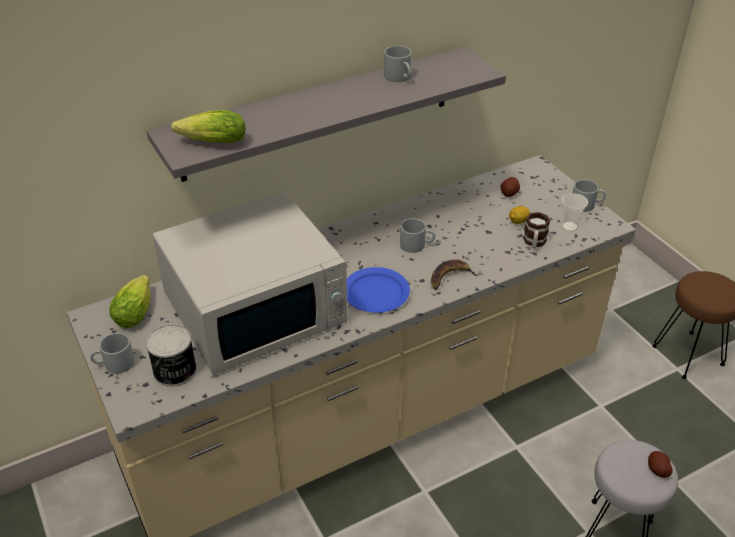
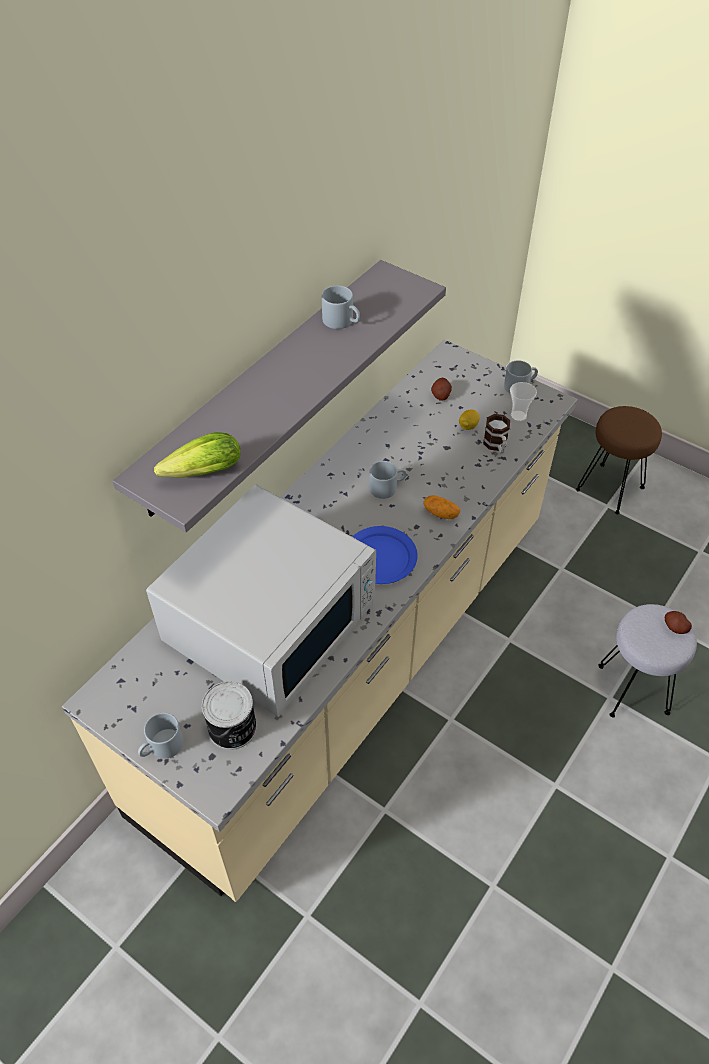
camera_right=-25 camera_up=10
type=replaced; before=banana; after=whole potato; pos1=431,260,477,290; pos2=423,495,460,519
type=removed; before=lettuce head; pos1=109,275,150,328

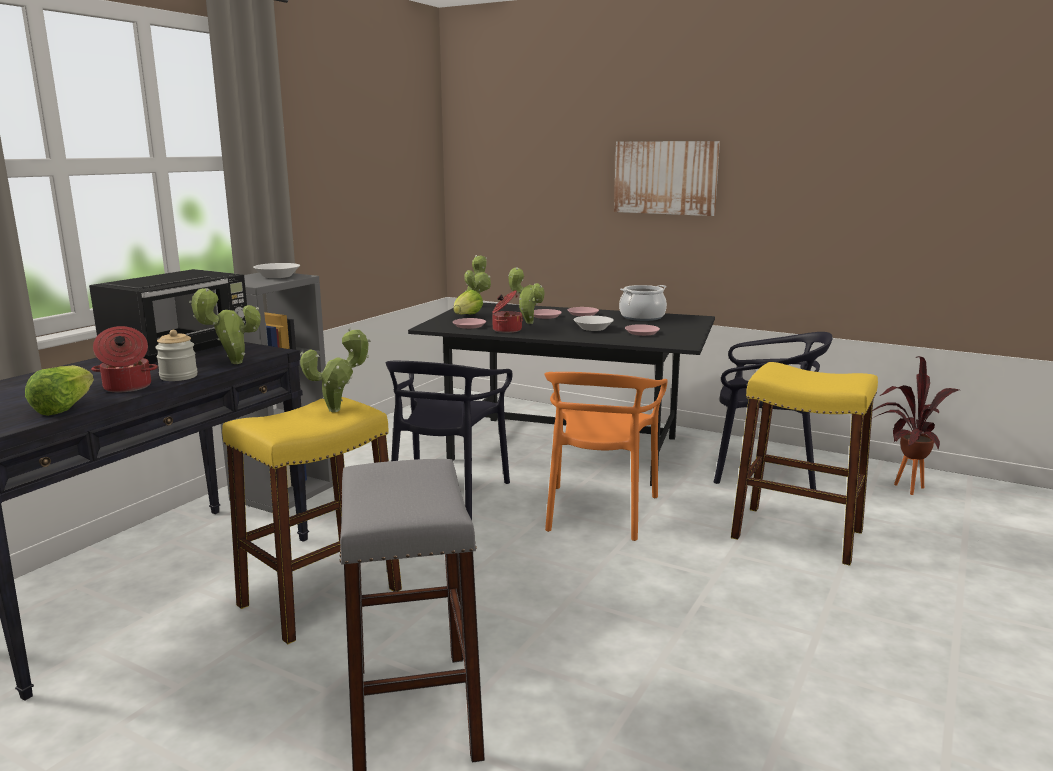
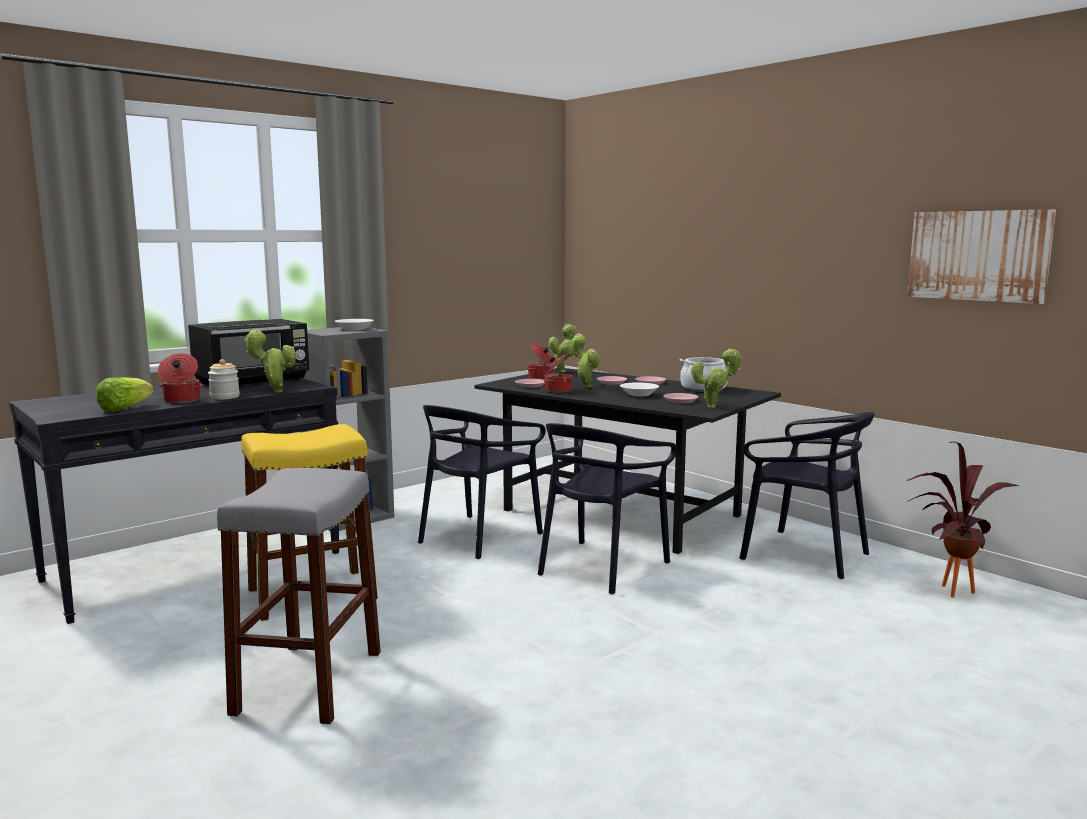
camera_right=20 camera_up=-5
type=replaced; before=lettuce head; after=cooking pot; pos1=453,289,483,314; pos2=526,344,553,380
type=recoloured; before=orange-coloured chair; after=blackish chair; pos1=544,372,668,541; pos2=538,423,677,594
type=moved; before=plant in a pot; pos1=300,328,371,412; pos2=691,348,743,408
type=moved; before=picture; pos1=614,141,720,216; pos2=907,209,1056,304
type=removed; before=yellowish stool seat; pos1=731,362,878,566

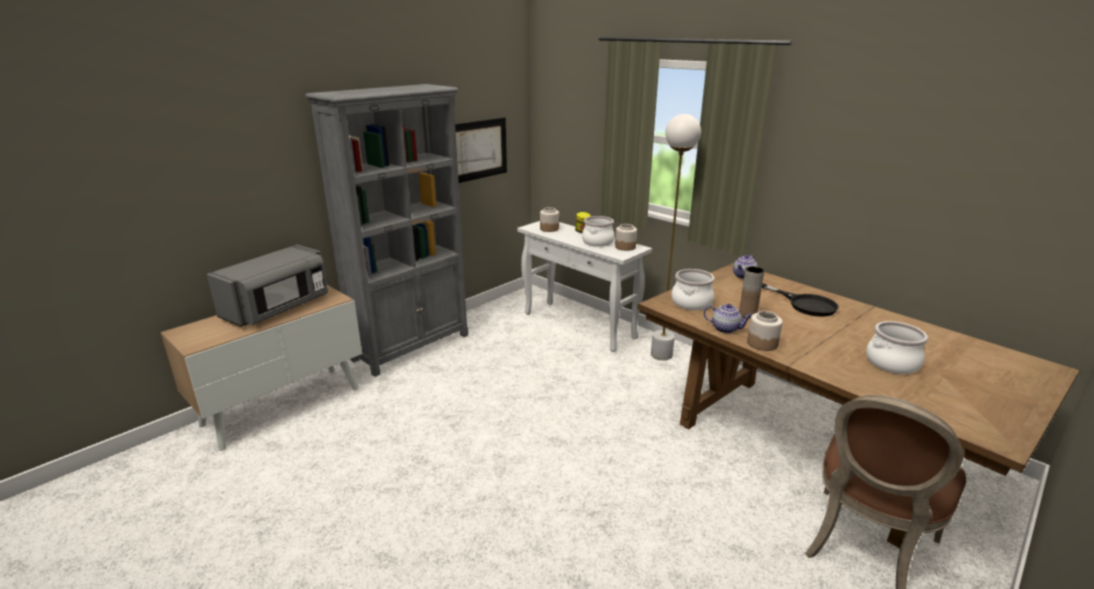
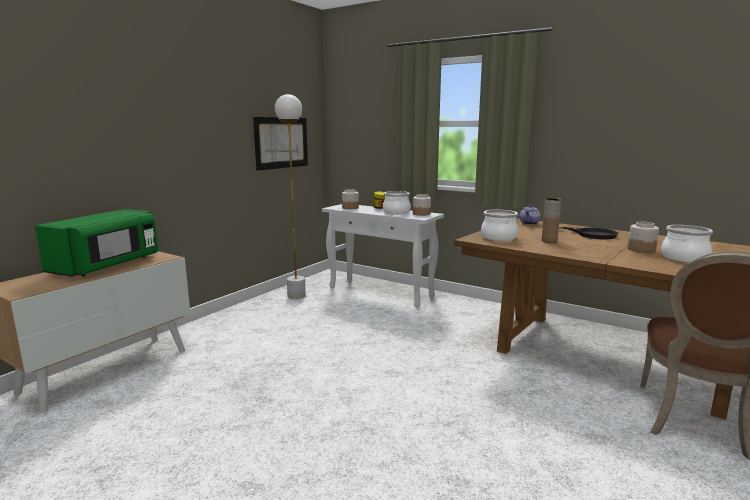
camera_right=-10 camera_up=-10
type=recoloured; before=gray microwave oven; after=green-coloured microwave oven; pos1=207,244,328,327; pos2=35,209,158,277
type=moved; before=whitish standard lamp; pos1=651,114,701,361; pos2=275,94,306,299
type=moved; before=jar; pos1=747,311,783,351; pos2=628,222,659,253
type=removed; before=gray shelving unit; pos1=305,84,468,377
type=removed; before=pot for tea; pos1=704,304,752,333

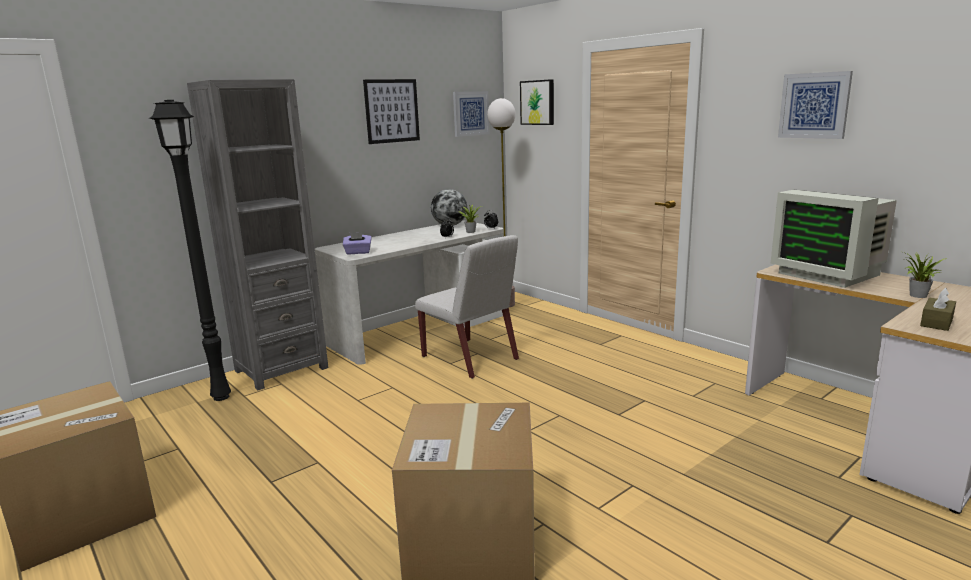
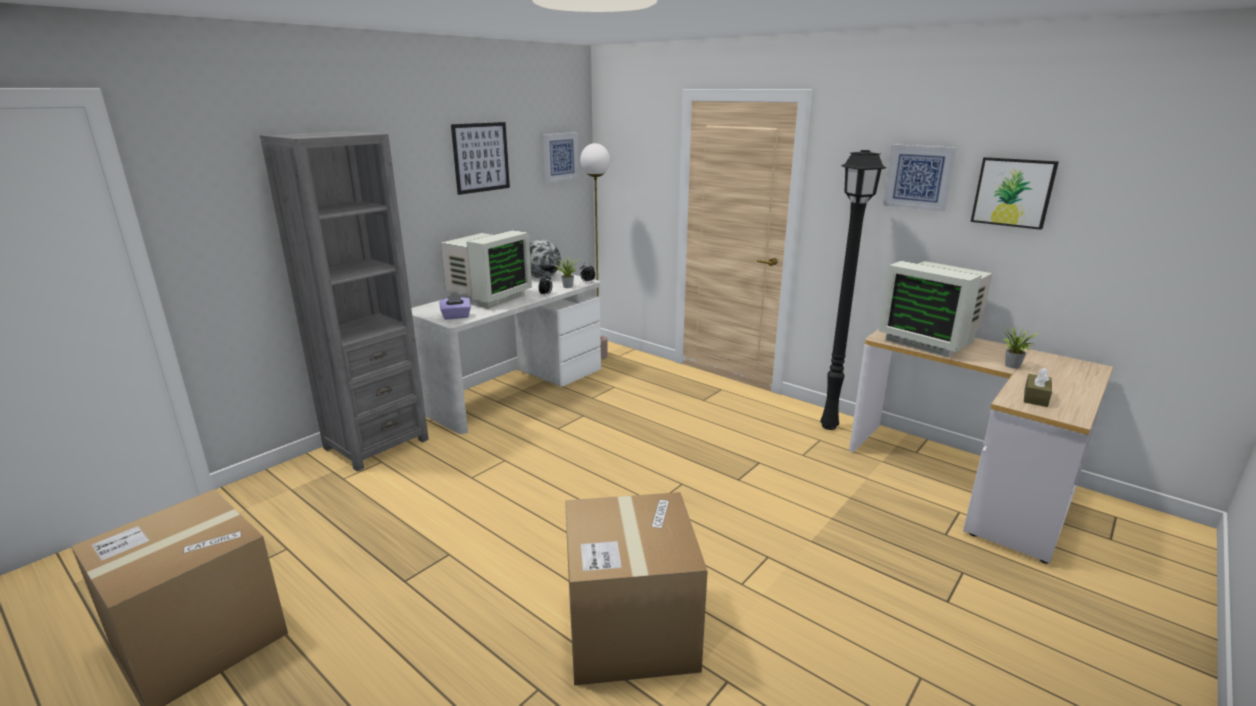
camera_right=-10 camera_up=5
type=added; after=monitor; pos2=441,230,532,309
type=moved; before=blackish standard lamp; pos1=149,100,231,401; pos2=820,150,886,430
type=moved; before=picture; pos1=520,79,554,125; pos2=971,157,1059,230
type=removed; before=whitish chair; pos1=415,235,519,379

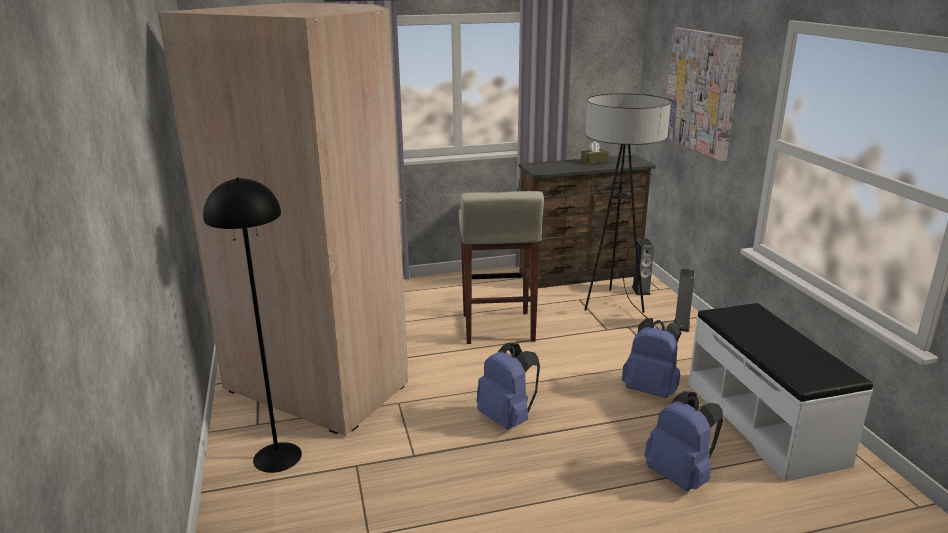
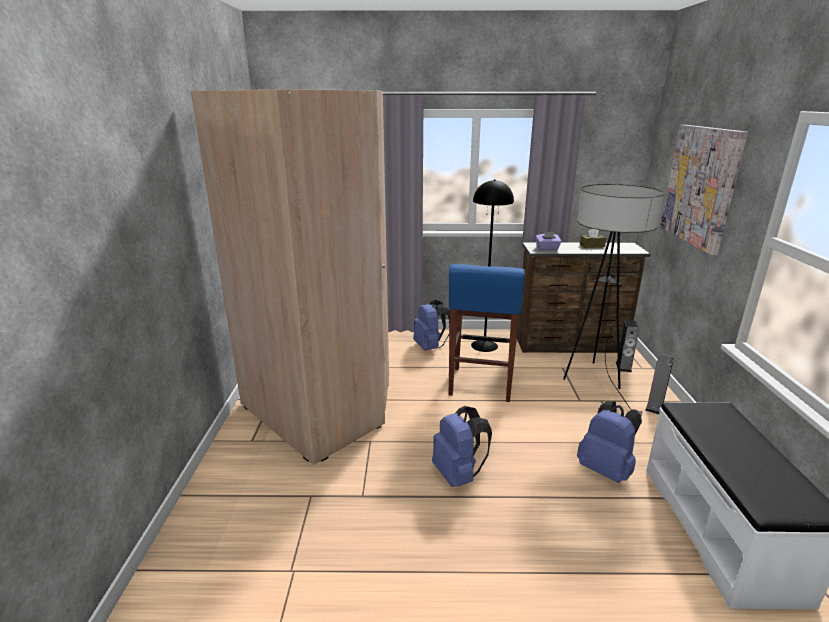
camera_right=15 camera_up=0
type=moved; before=bluish knapsack; pos1=645,391,723,491; pos2=413,300,450,350
type=recoloured; before=beige stool seat; after=bluish stool seat; pos1=459,191,544,344; pos2=449,264,525,402
type=moved; before=blackish standard lamp; pos1=203,178,302,473; pos2=471,179,514,352
type=added; after=purplish tissue holder; pos2=535,232,562,250

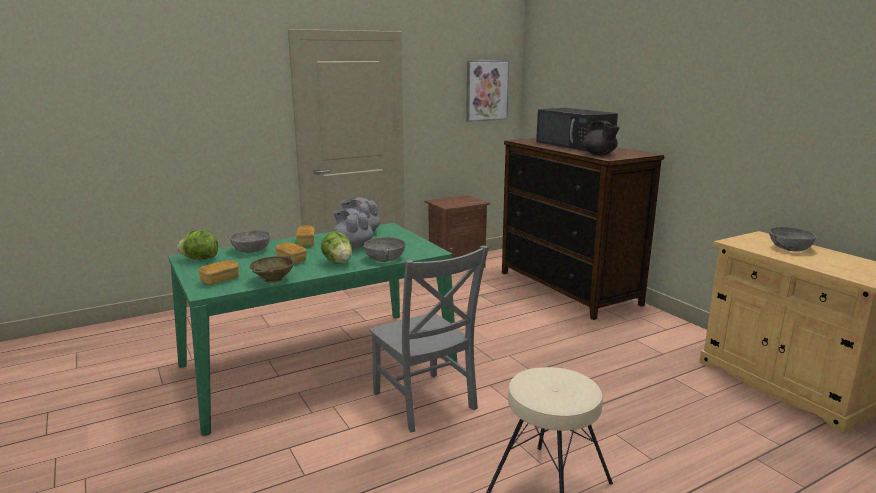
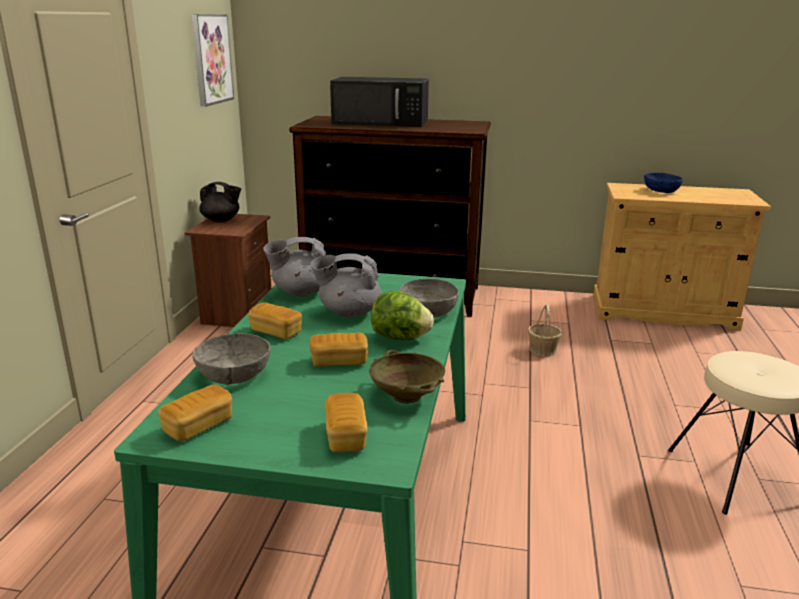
camera_right=-50 camera_up=5
type=replaced; before=lettuce head; after=bakery bread; pos1=177,230,218,260; pos2=158,385,232,441
type=moved; before=blackish pot for tea; pos1=582,121,620,156; pos2=199,182,241,222
type=added; after=household basket; pos2=528,304,562,356
type=recoloured; before=gray bowl; after=bluish bowl; pos1=769,227,816,252; pos2=644,173,683,193
type=removed; before=gray chair; pos1=369,245,489,432

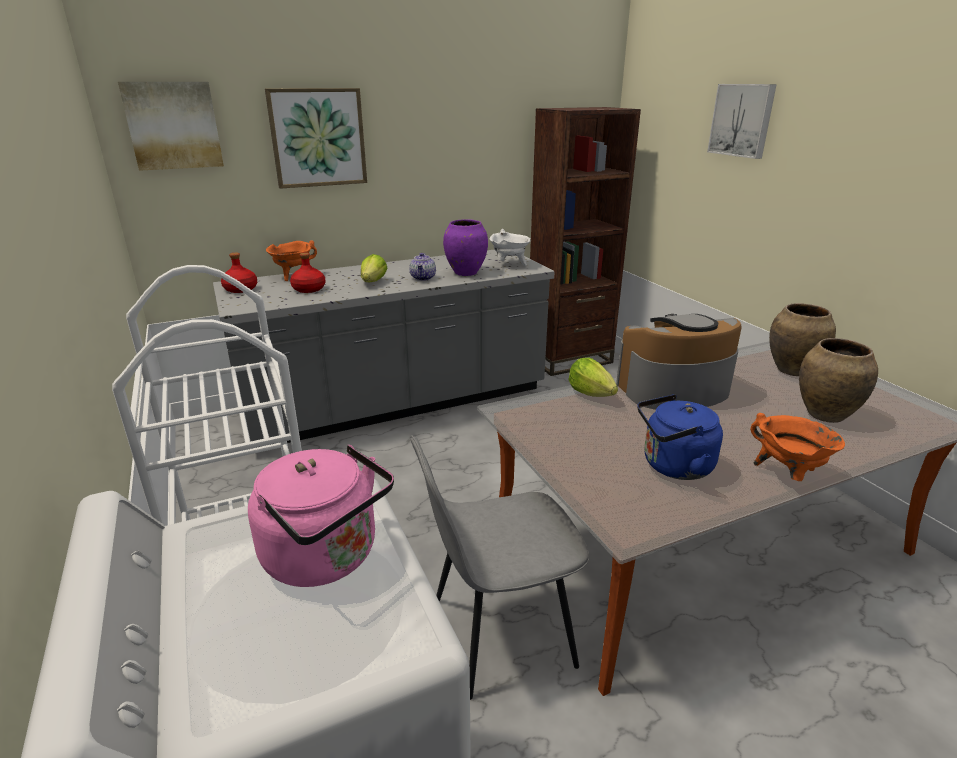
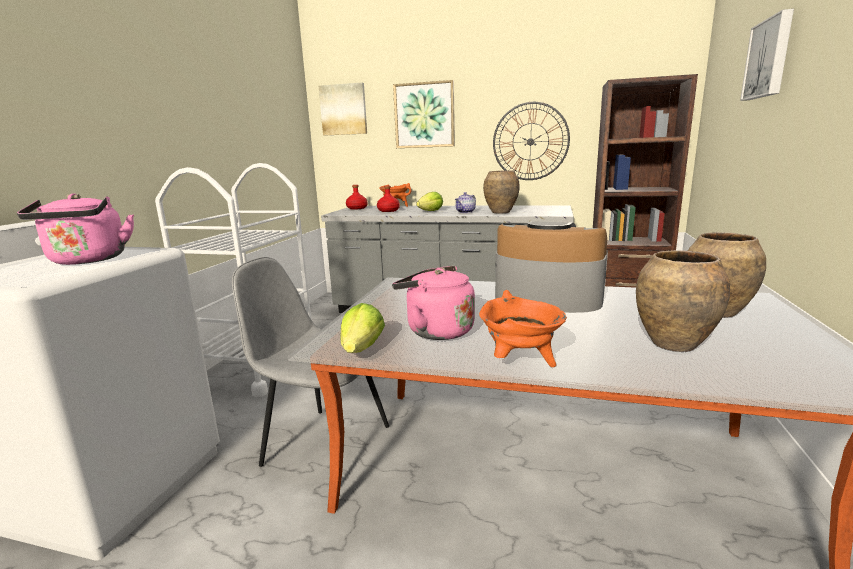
camera_right=40 camera_up=-10
type=moved; before=lettuce head; pos1=568,358,618,397; pos2=341,303,385,353
type=recoloured; before=bluish kettle; after=pink kettle; pos1=637,394,723,480; pos2=392,266,475,340
type=recoloured; before=purplish vase; after=brown-coloured vase; pos1=443,219,488,276; pos2=483,170,520,213
type=added; after=wall clock; pos2=493,102,570,180
type=removed; before=whitish cooking pot; pos1=490,229,531,266

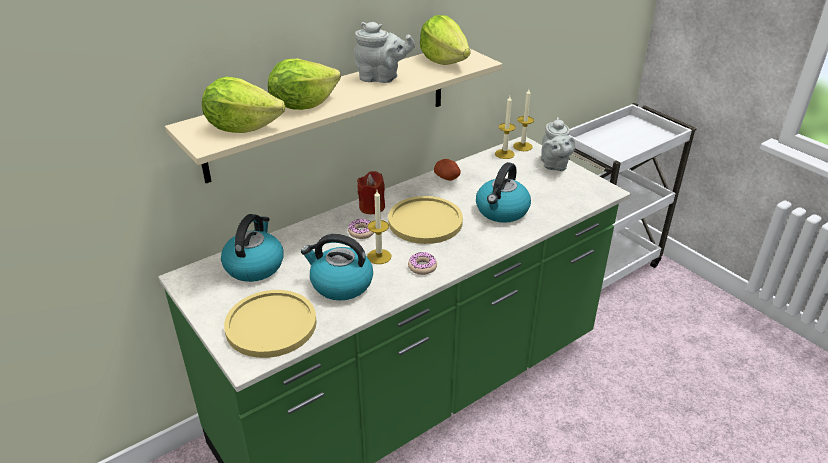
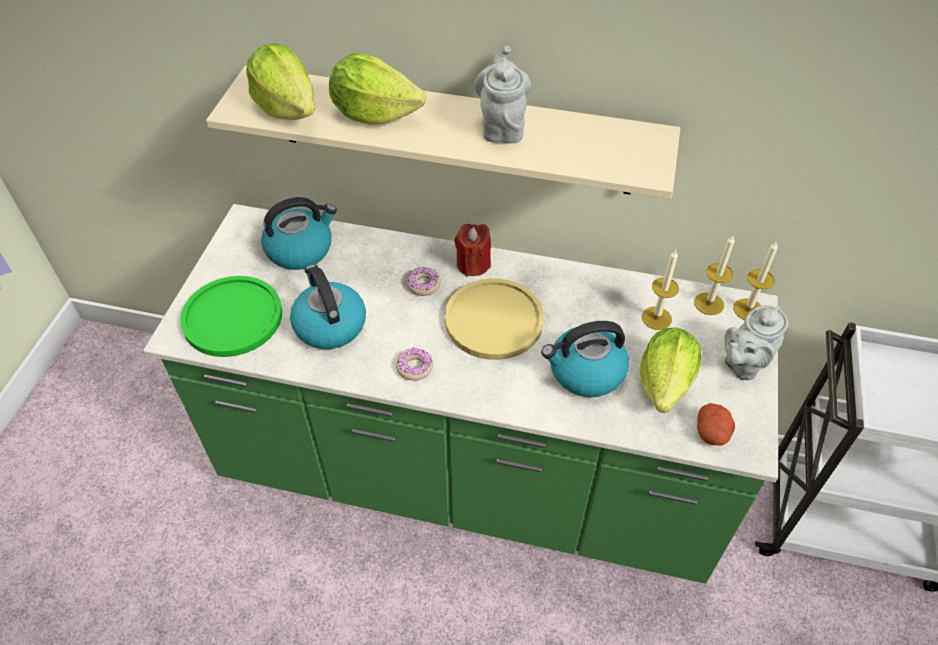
camera_right=50 camera_up=15
type=recoloured; before=yellowish plate; after=green-coloured plate; pos1=224,290,317,358; pos2=180,276,282,357
type=turned; before=gray pot for tea; pos1=354,22,415,83; pos2=474,45,531,144; turn=-150
type=moved; before=lettuce head; pos1=420,15,471,65; pos2=640,327,701,413
type=moved; before=candle; pos1=367,191,391,264; pos2=642,250,679,330
type=moved; before=whole potato; pos1=434,159,461,181; pos2=697,403,735,446

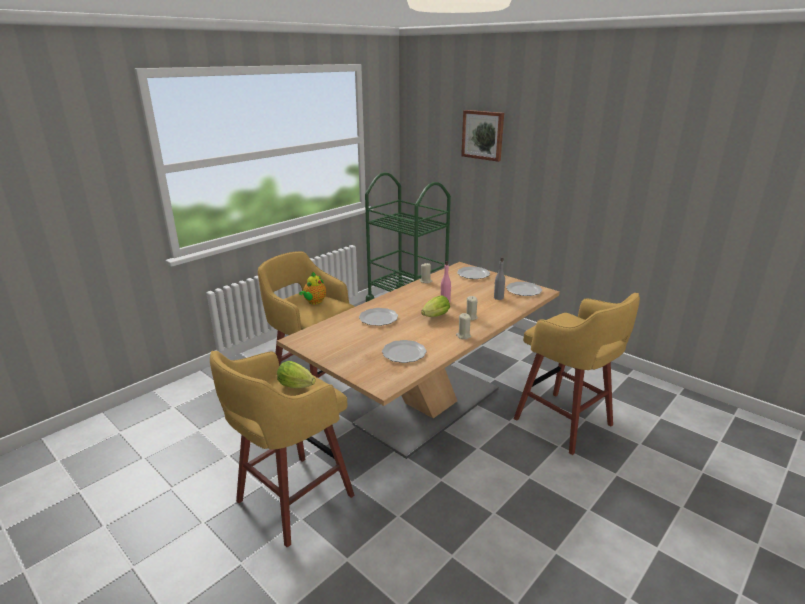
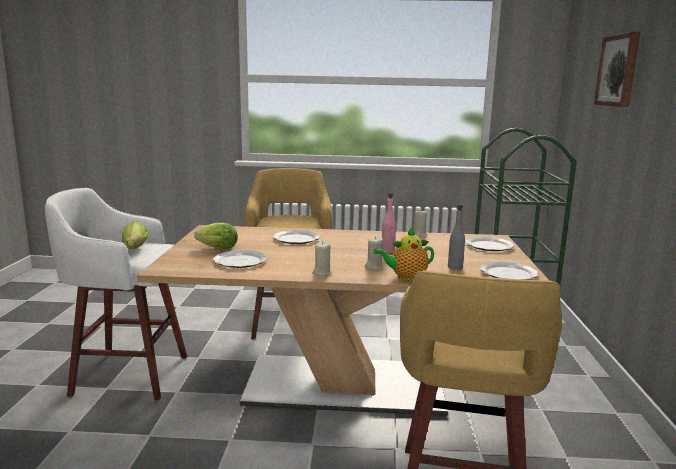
camera_right=50 camera_up=-10
type=recoloured; before=yellowish stool seat; after=whitish stool seat; pos1=210,351,354,547; pos2=45,188,187,400
type=moved; before=lettuce head; pos1=421,295,450,317; pos2=194,222,238,249
type=moved; before=pot for tea; pos1=299,272,326,305; pos2=373,227,434,281

